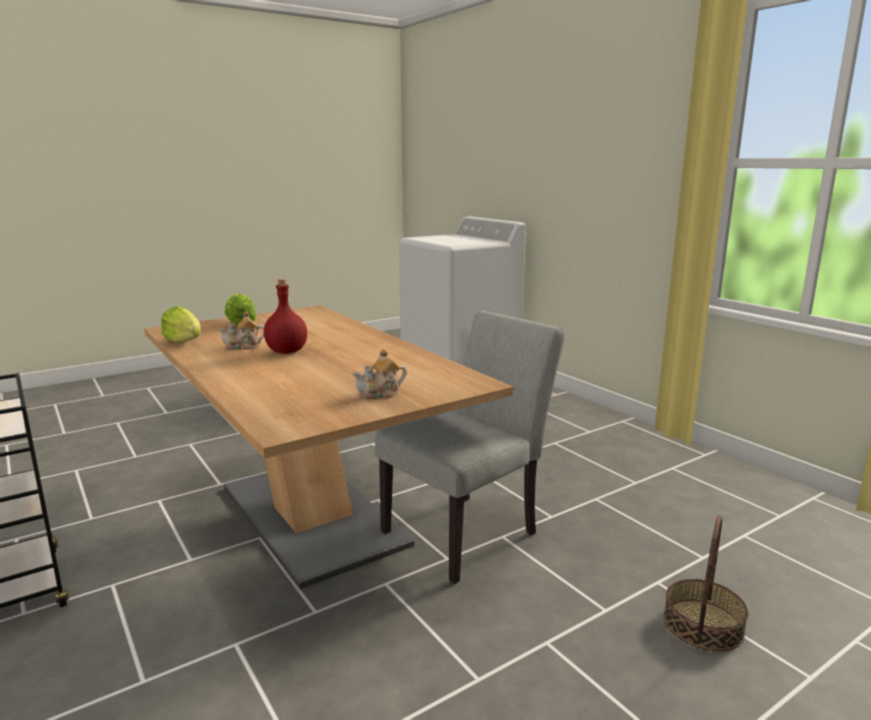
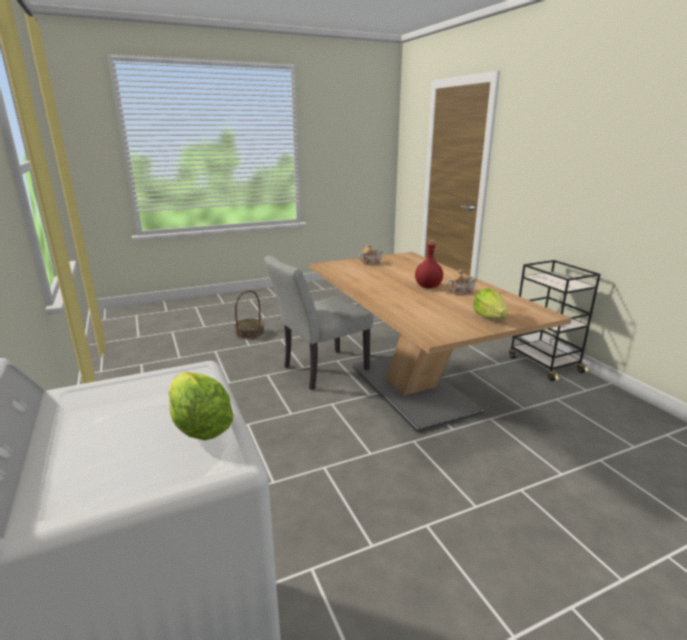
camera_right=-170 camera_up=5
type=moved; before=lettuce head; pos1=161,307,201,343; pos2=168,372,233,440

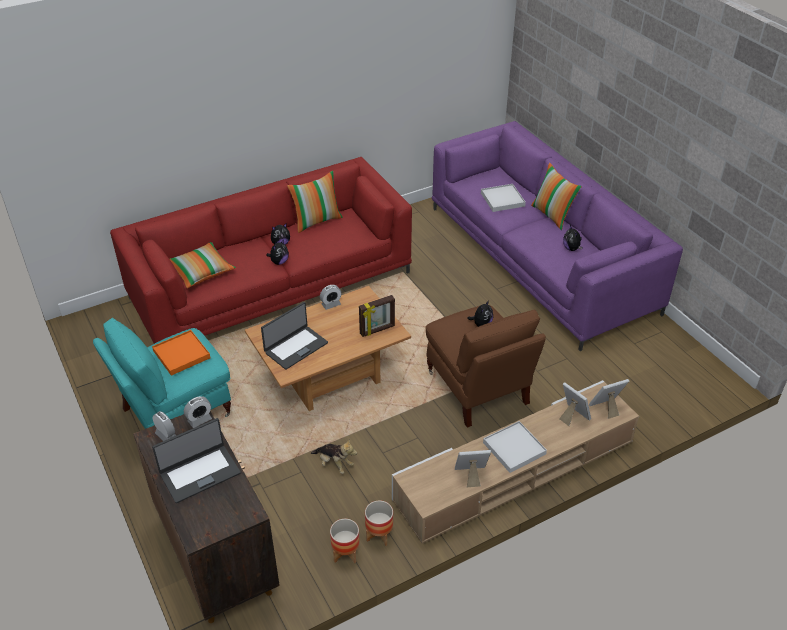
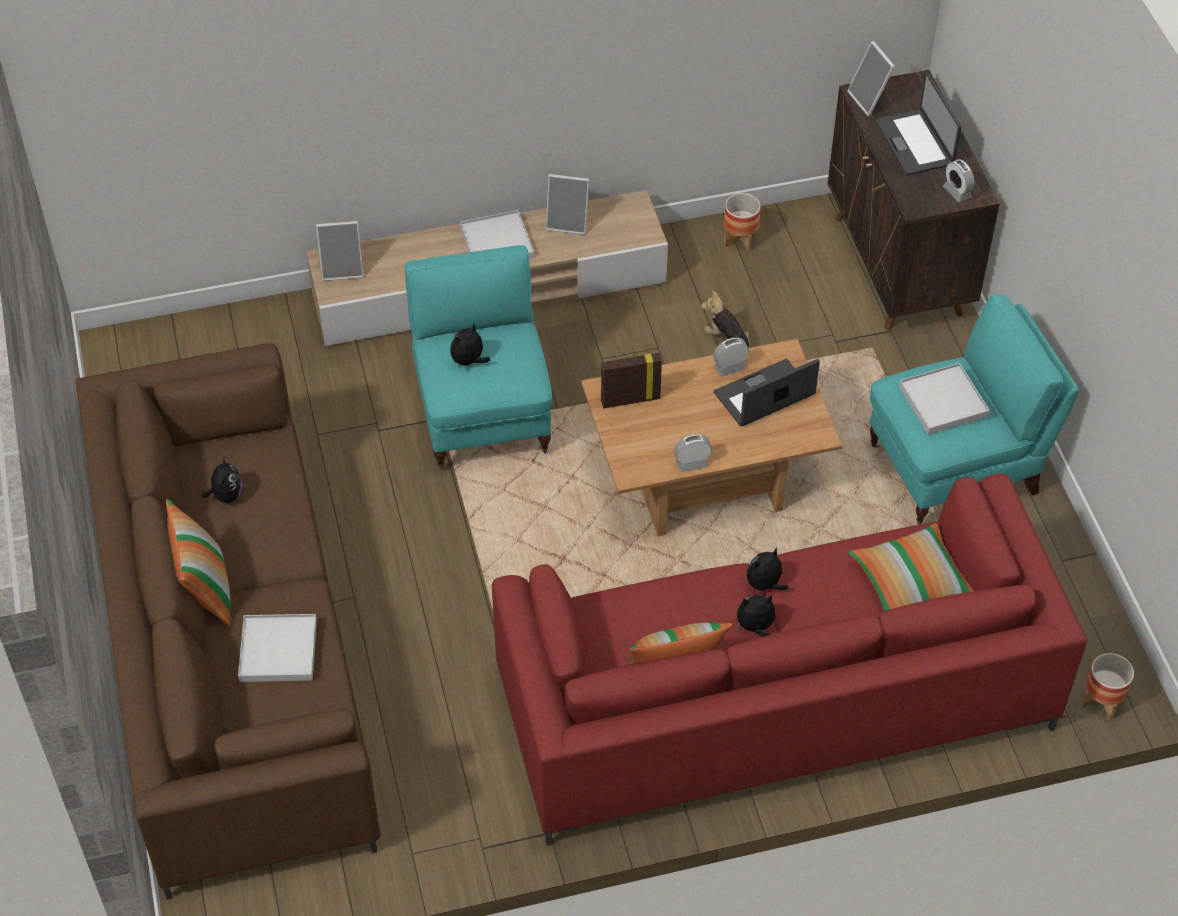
camera_right=-165 camera_up=10
type=recoloured; before=purplish settee; after=brown-coloured settee; pos1=432,121,683,351; pos2=75,343,381,900
type=recoloured; before=brown-coloured easy chair; after=turquoise-coloured easy chair; pos1=426,305,546,428; pos2=405,245,552,470
type=moved; before=table clock; pos1=184,396,212,428; pos2=713,338,749,376
type=moved; before=photo frame; pos1=559,382,591,426; pos2=847,41,895,116
type=turned; before=portable computer; pos1=152,418,241,503; pos2=875,73,961,175; turn=-90
type=recoloured; before=orange-coloured tray; after=whitish tray; pos1=152,330,210,376; pos2=899,363,990,435
type=moved; before=planter; pos1=365,500,393,546; pos2=1081,653,1134,720

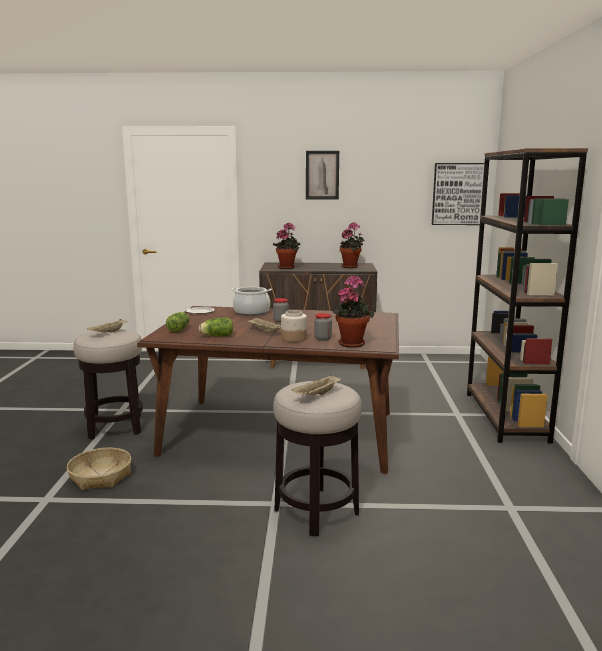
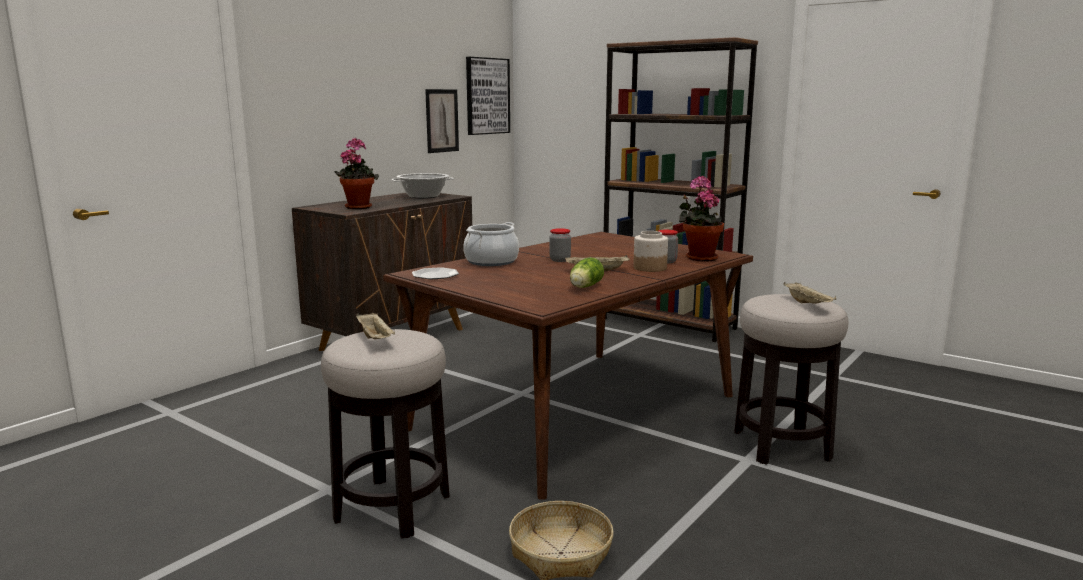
camera_right=-55 camera_up=0
type=replaced; before=plant in a pot; after=cooking pot; pos1=340,222,365,268; pos2=391,173,454,198
type=moved; before=picture; pos1=306,151,339,200; pos2=425,89,459,153
type=removed; before=lettuce head; pos1=166,312,189,333

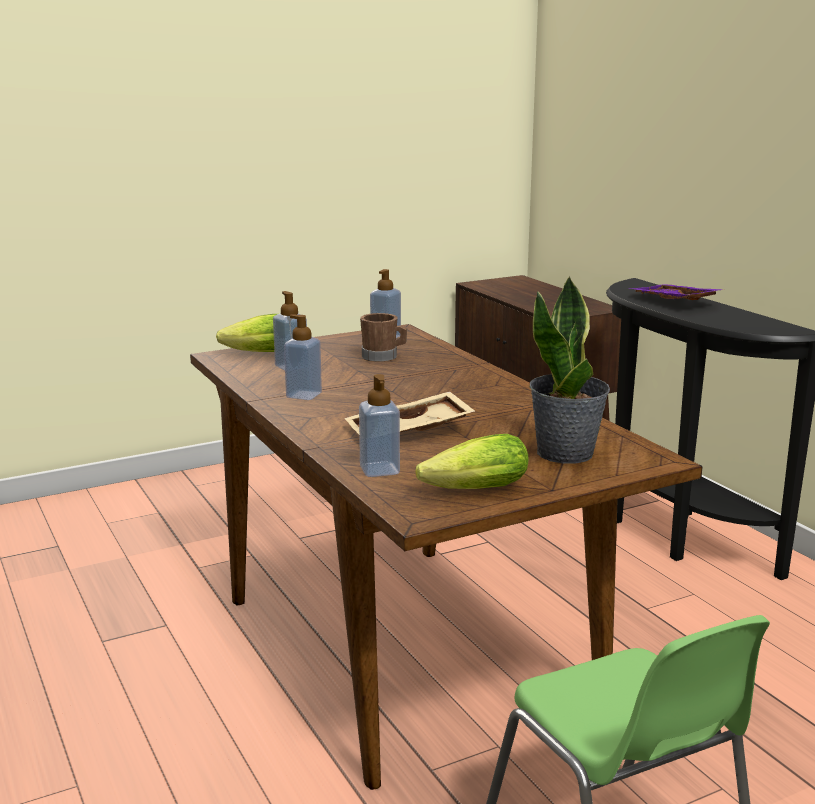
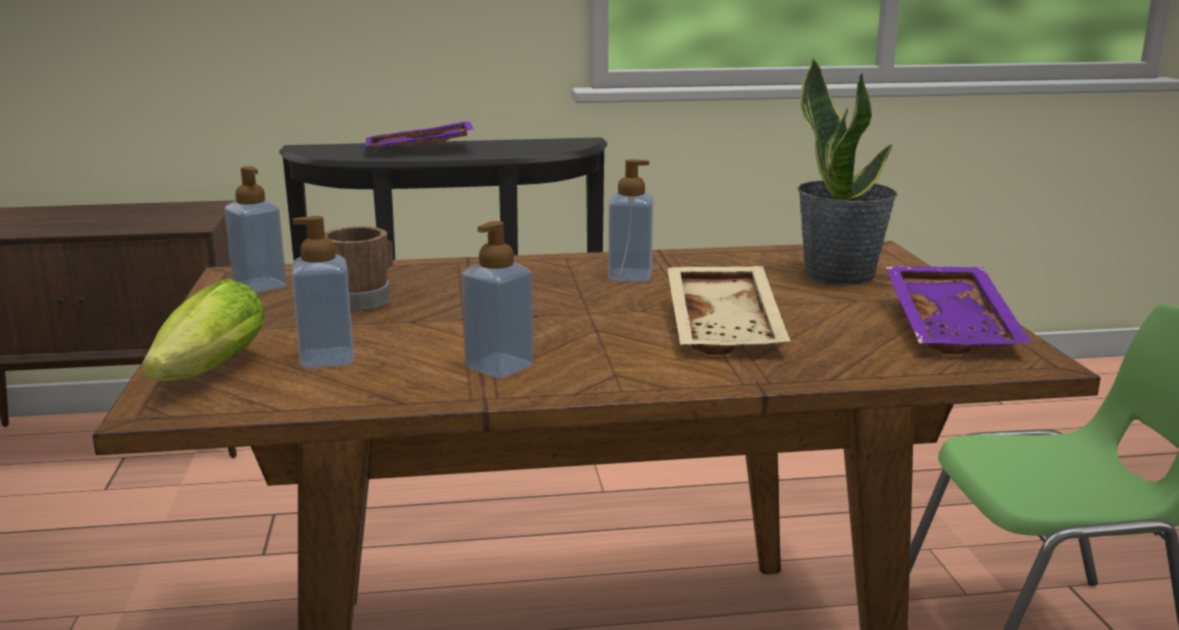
camera_right=-70 camera_up=0
type=moved; before=liquid soap bottle; pos1=359,374,400,477; pos2=608,159,653,282
type=replaced; before=lettuce head; after=purplish tray; pos1=415,434,528,489; pos2=886,266,1032,354

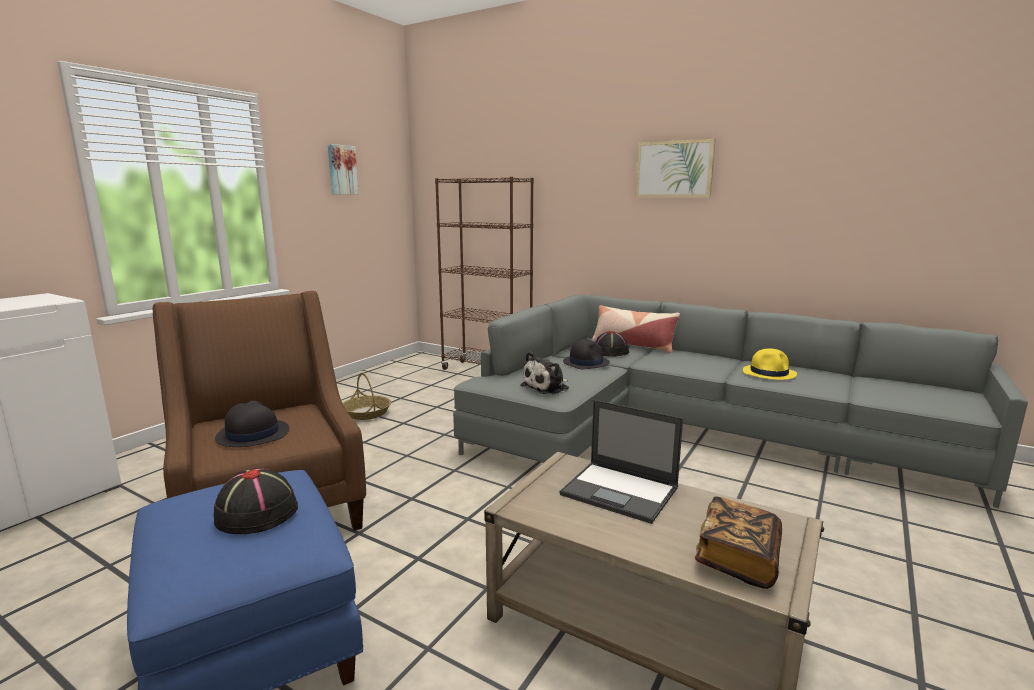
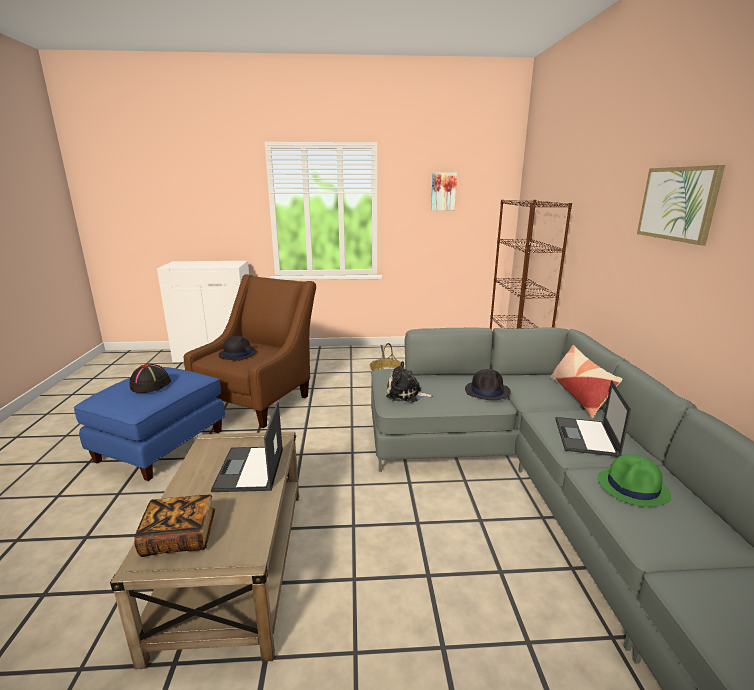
camera_right=55 camera_up=5
type=added; after=portable computer; pos2=555,380,631,457
type=recoloured; before=yellowish hat; after=green-coloured hat; pos1=743,348,797,380; pos2=598,454,671,507
type=removed; before=blackish hat; pos1=595,331,629,356

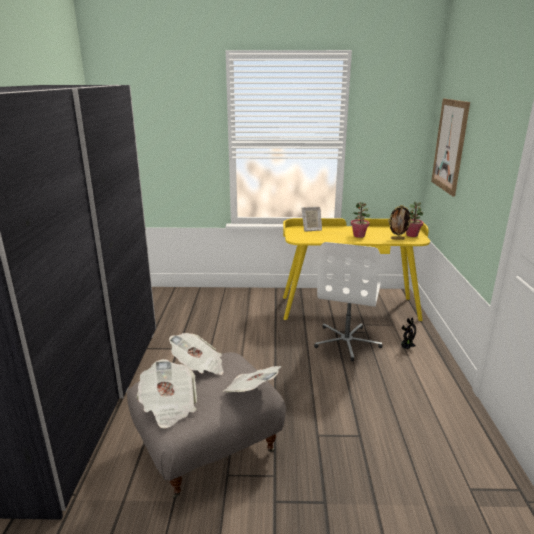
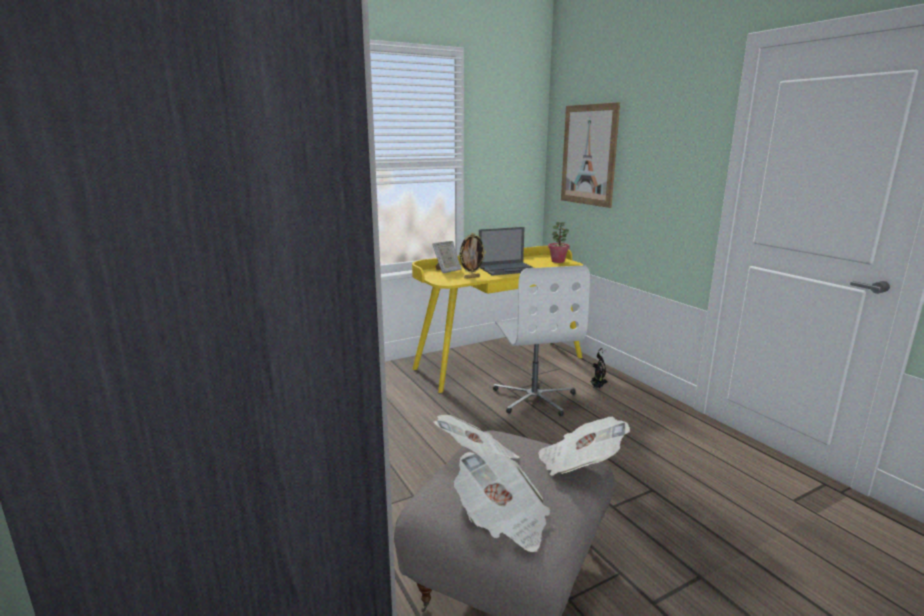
camera_right=-30 camera_up=-5
type=moved; before=photo frame; pos1=388,205,412,240; pos2=459,233,486,279
type=replaced; before=plant in a pot; after=portable computer; pos1=351,202,370,238; pos2=479,227,534,276

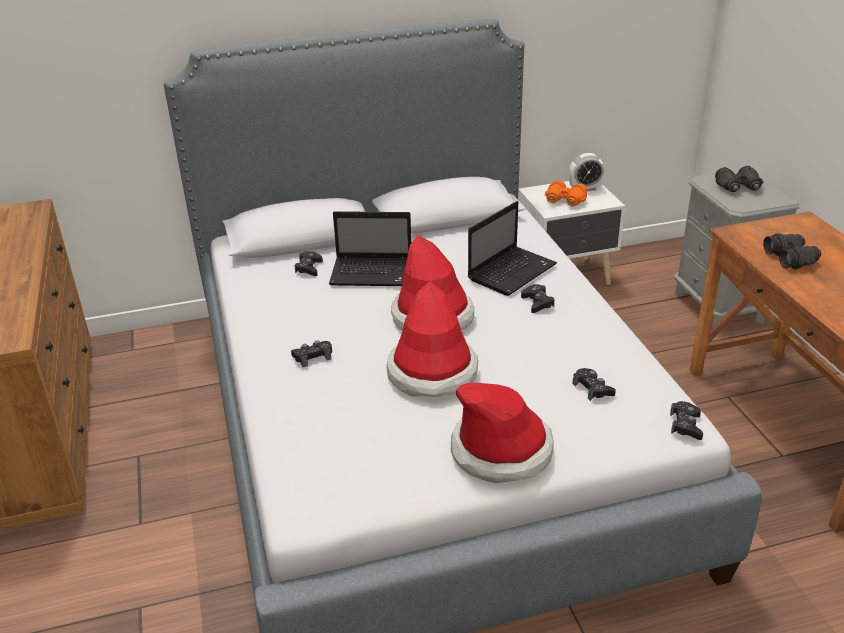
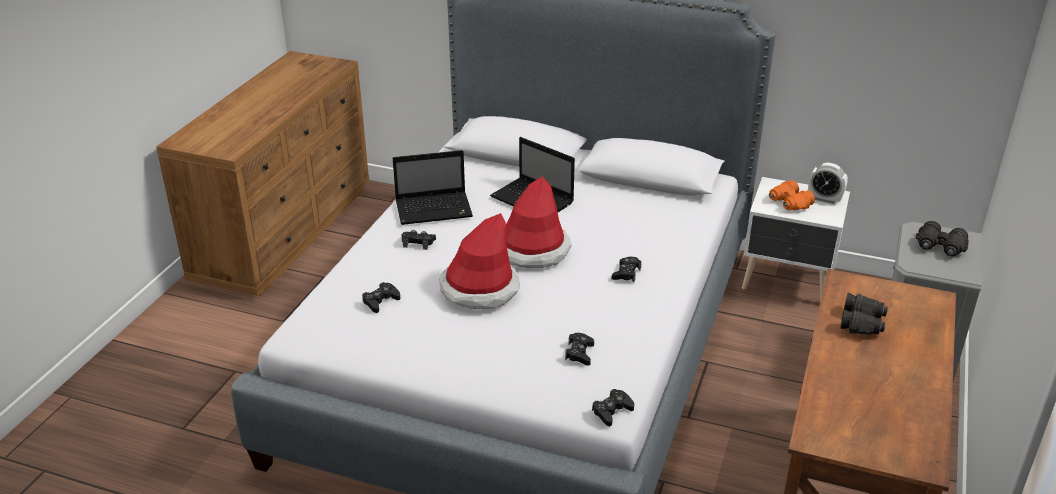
camera_right=35 camera_up=0
type=moved; before=blackish joypad; pos1=295,251,323,276; pos2=362,282,400,313
type=moved; before=portable computer; pos1=468,201,557,296; pos2=393,150,473,225
type=removed; before=hat; pos1=451,383,554,483

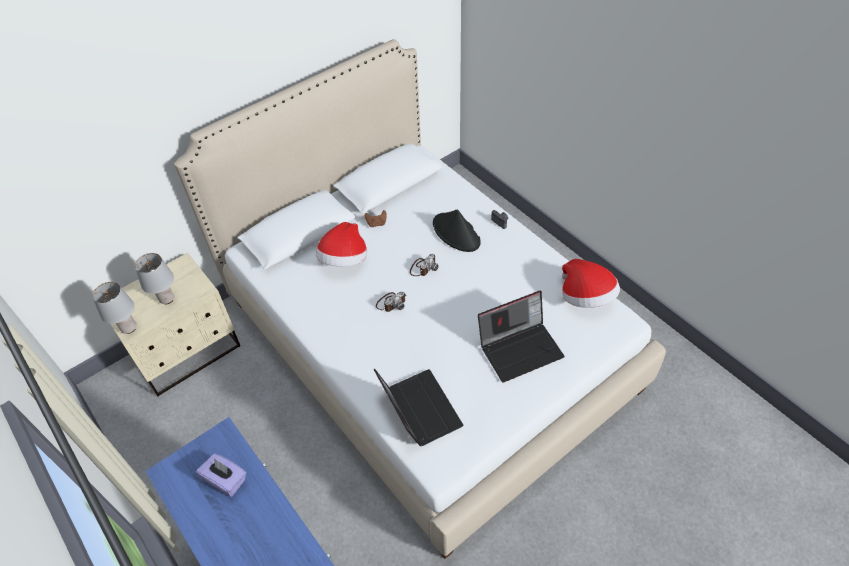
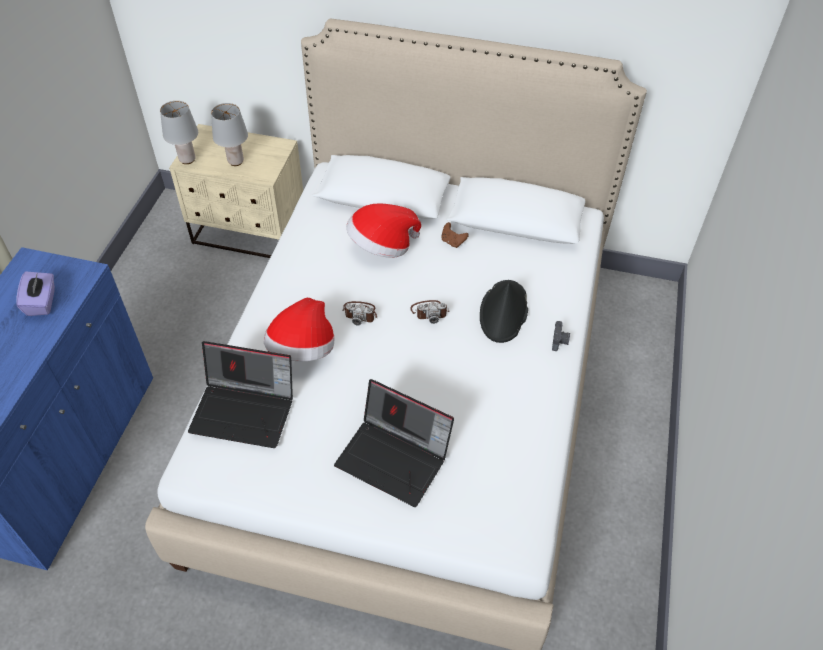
camera_right=50 camera_up=0
type=turned; before=portable computer; pos1=374,368,463,446; pos2=188,341,293,448; turn=75
type=moved; before=hat; pos1=562,259,620,308; pos2=264,298,334,361

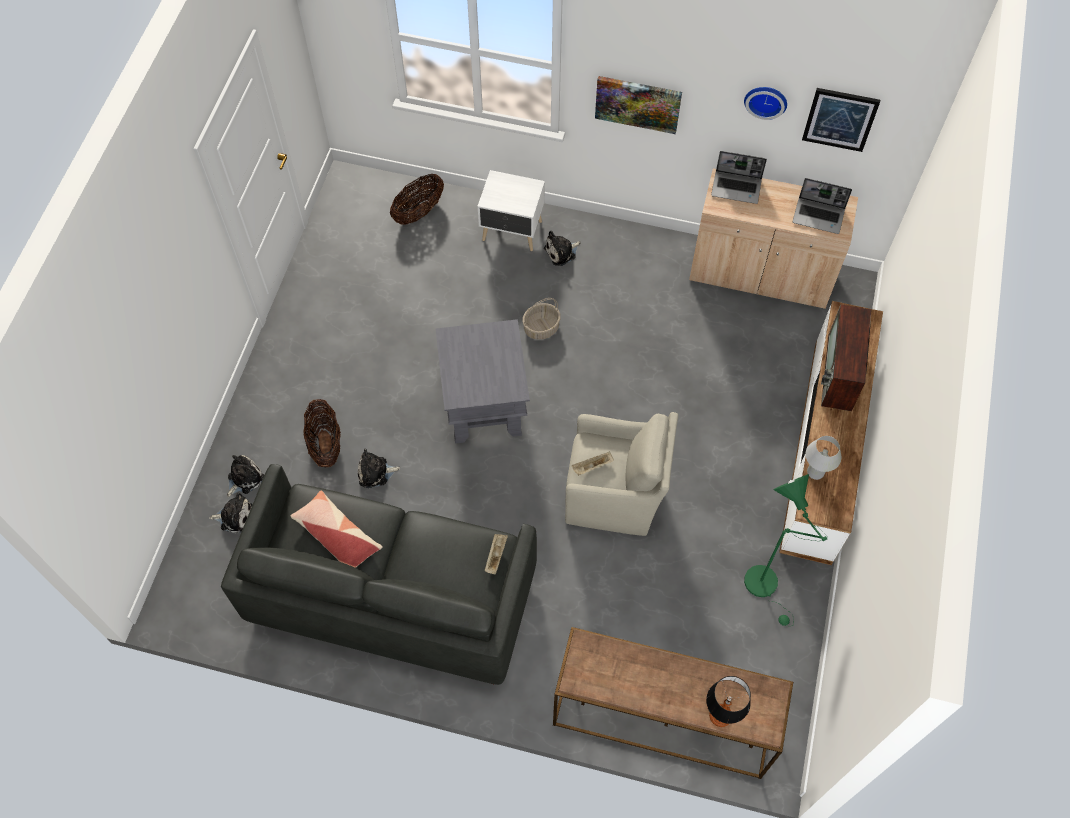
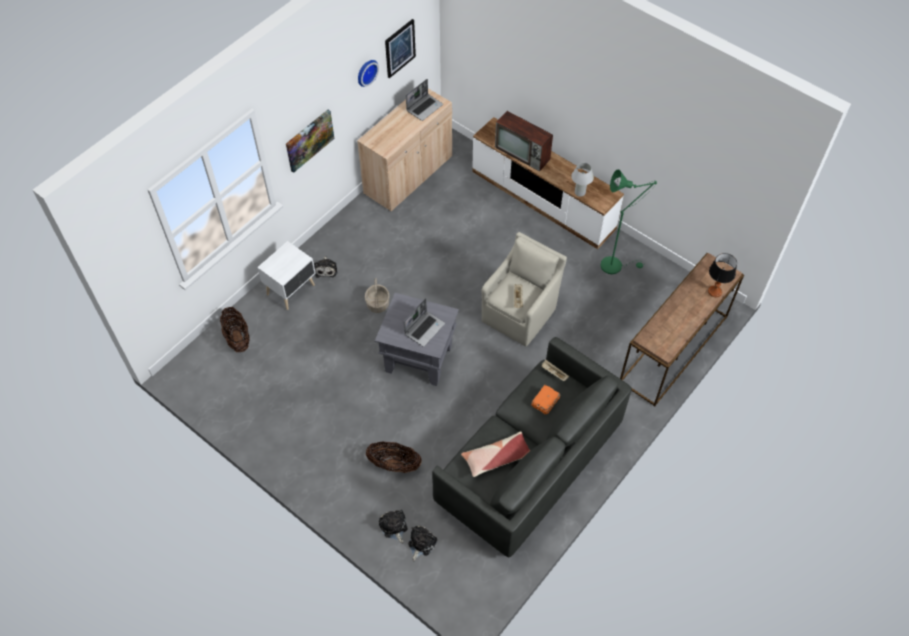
camera_right=-65 camera_up=-5
type=moved; before=portable computer; pos1=711,151,767,204; pos2=404,298,445,347
type=added; after=orange-coloured bound book; pos2=531,384,560,414
type=removed; before=cuddly toy; pos1=358,448,400,488

